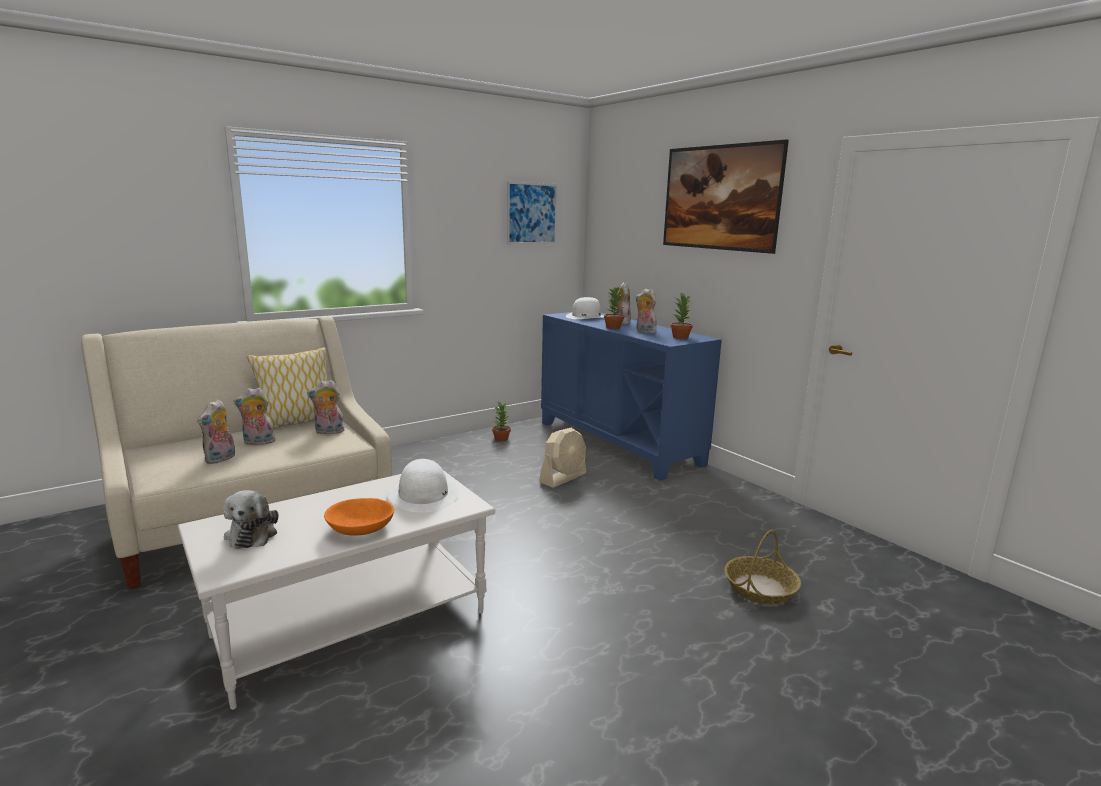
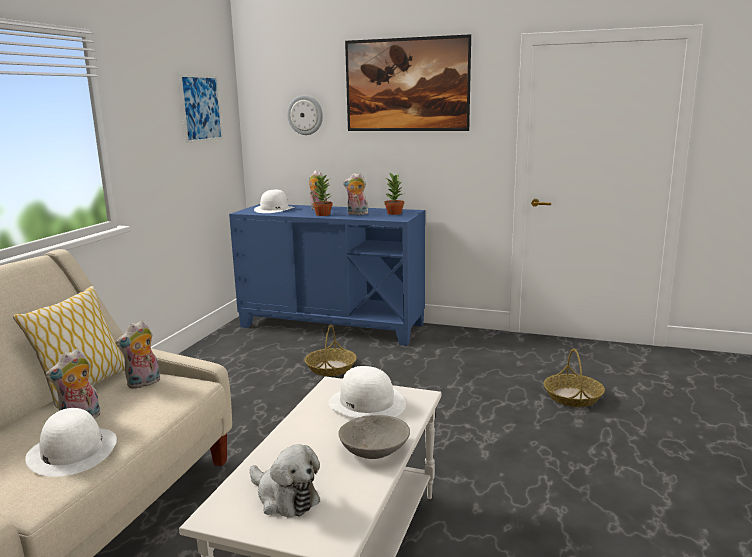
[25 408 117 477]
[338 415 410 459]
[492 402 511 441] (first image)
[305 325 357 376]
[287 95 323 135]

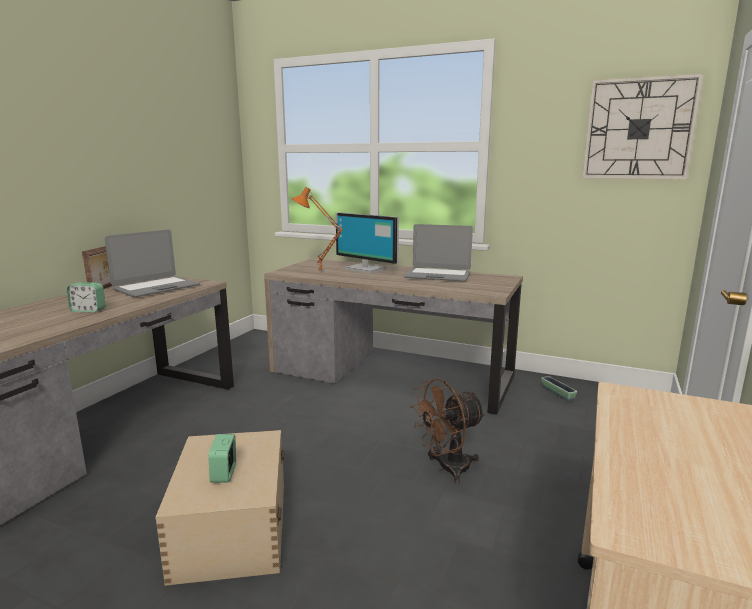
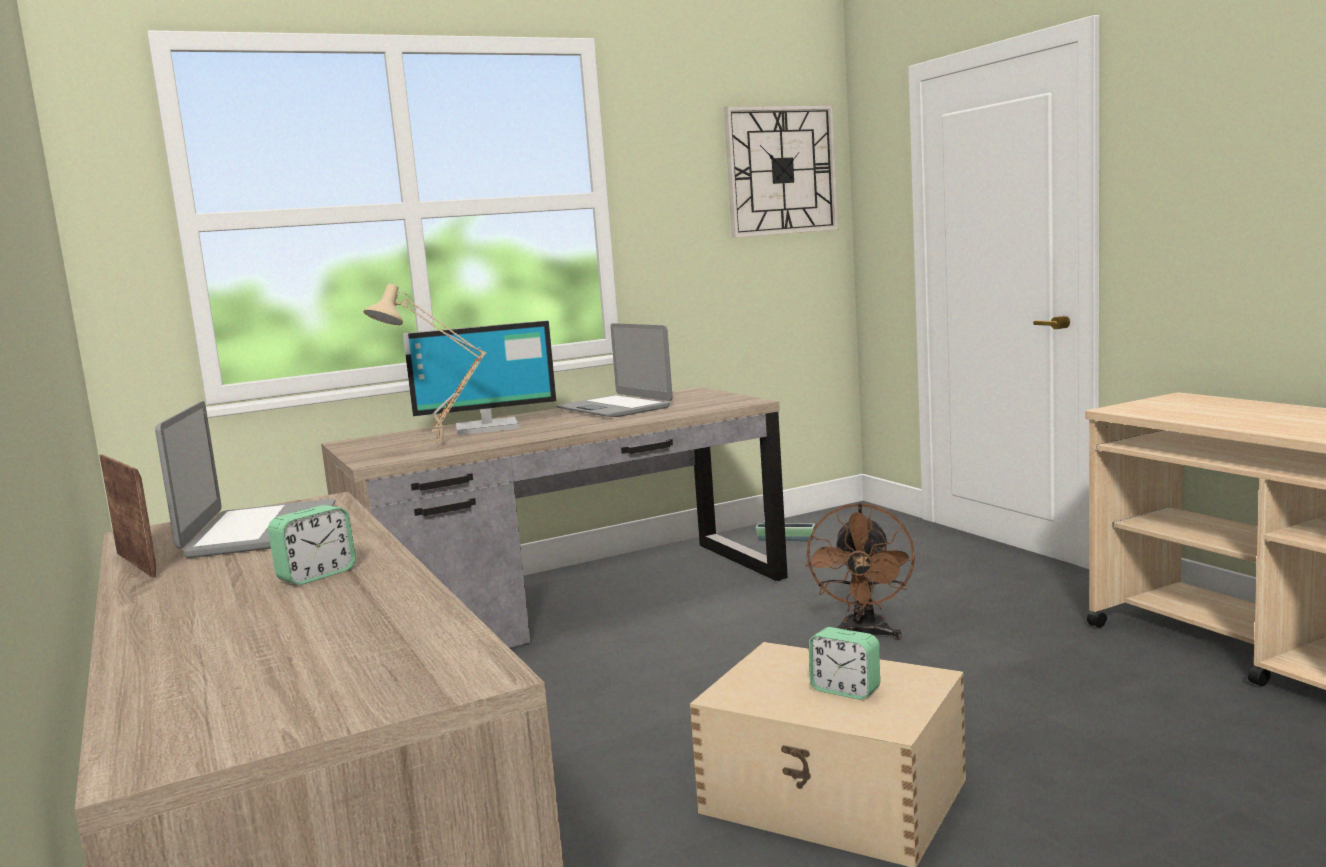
[363 284 486 447]
[556 323 673 417]

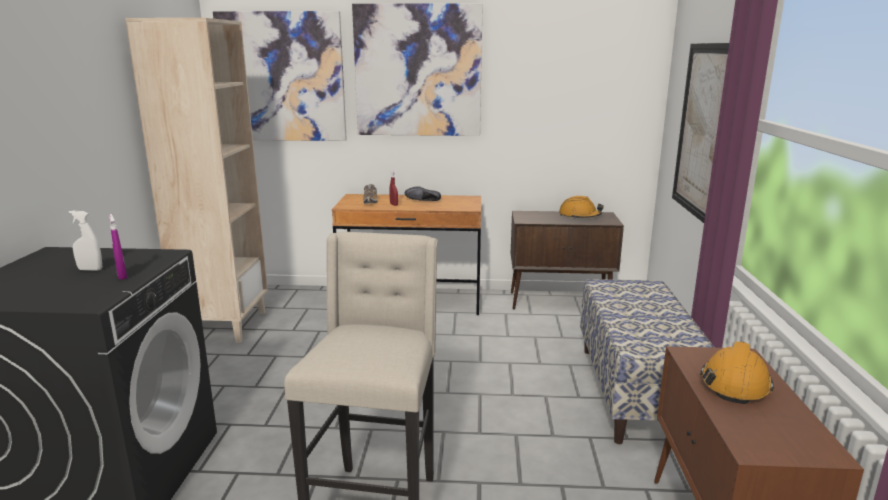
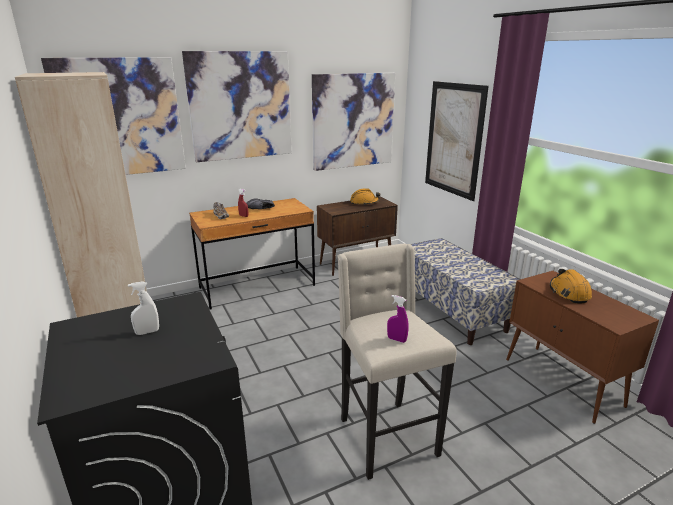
[387 295 409 343]
[312 73 395 171]

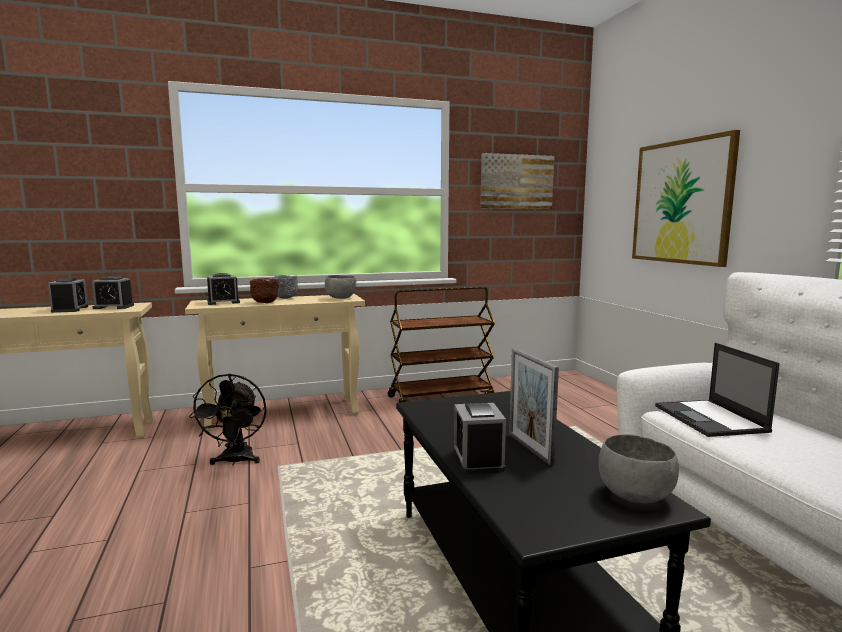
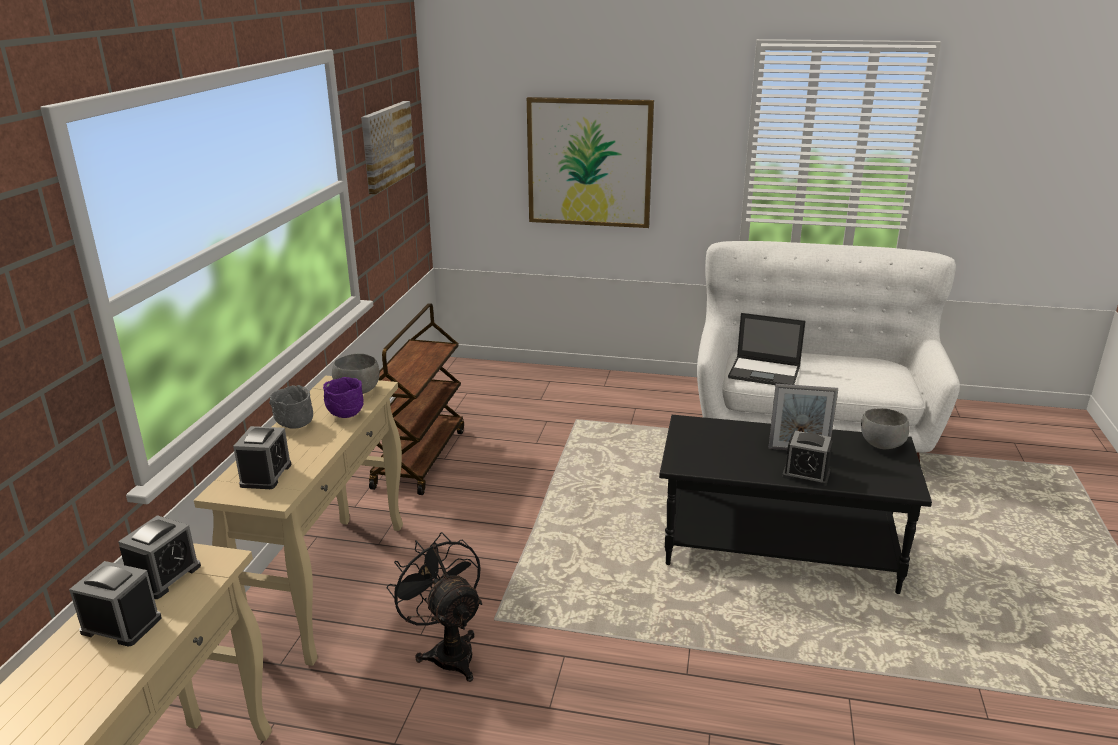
[387 532 482 682]
[250 278 279 303] (first image)
[323 377 364 418]

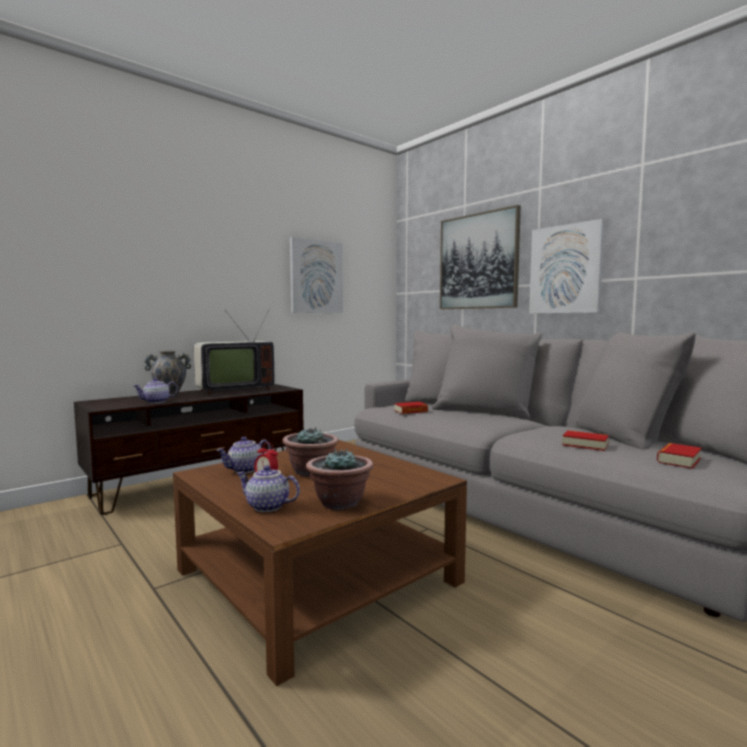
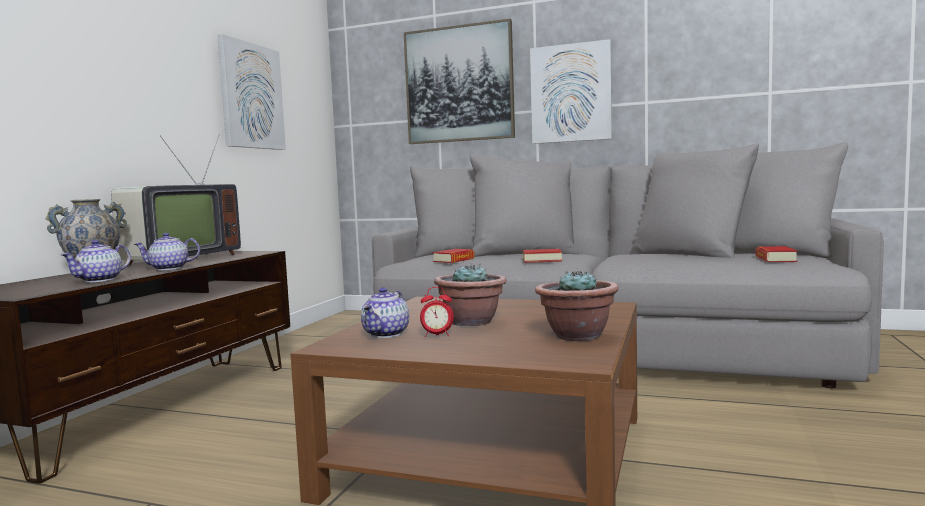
[134 233 200 270]
[523 249 562 263]

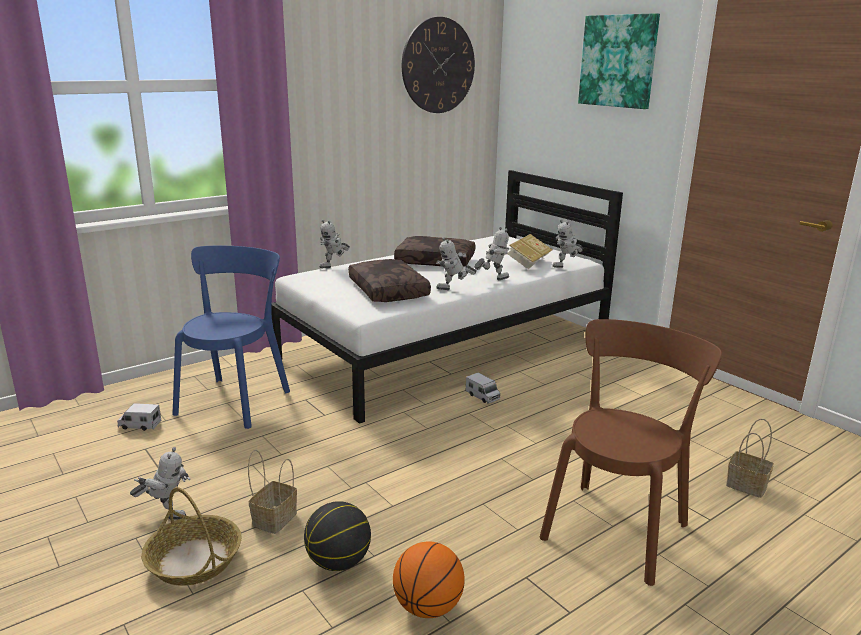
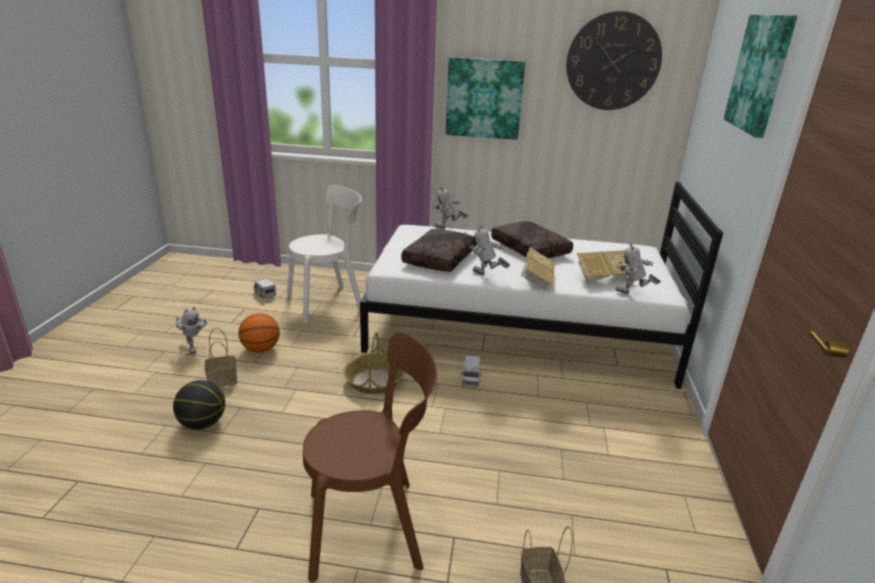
[343 332 405 394]
[287 185 362 323]
[238 313 280 352]
[521 247 555 291]
[445 57 525 140]

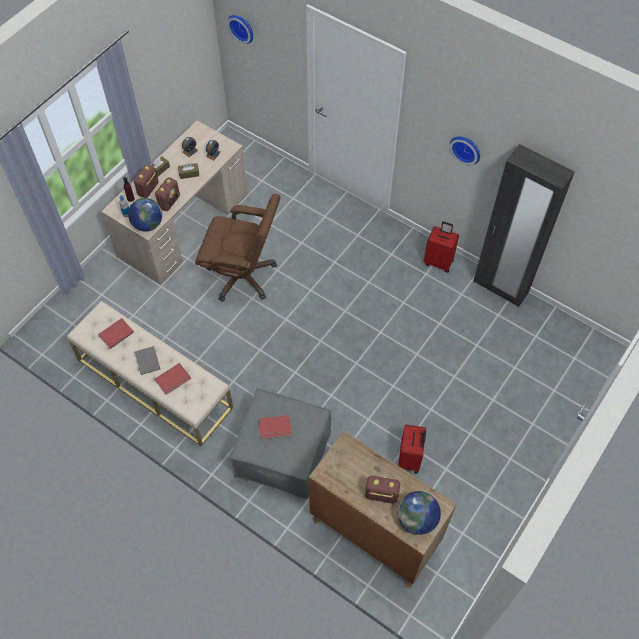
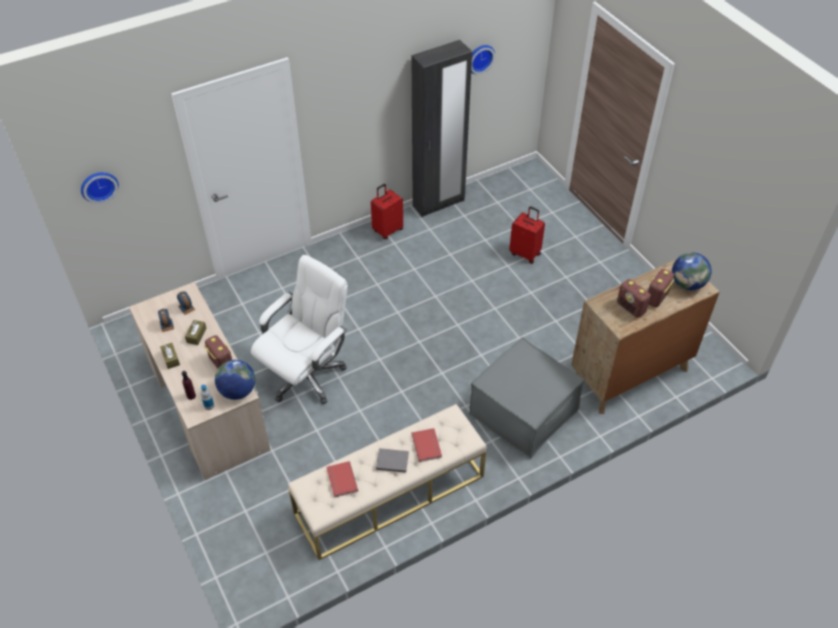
[617 279 651 318]
[251 255 348 404]
[259 415 292 439] (first image)
[509 206 545 264]
[471 45 495 74]

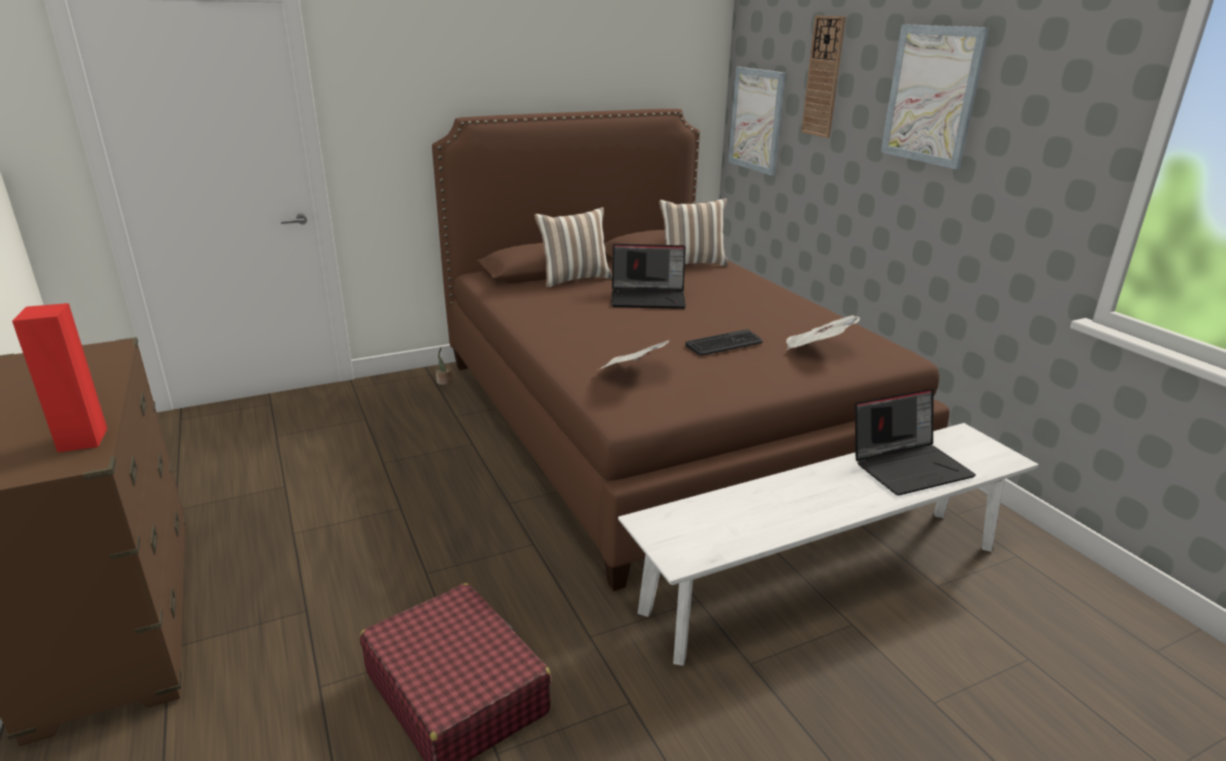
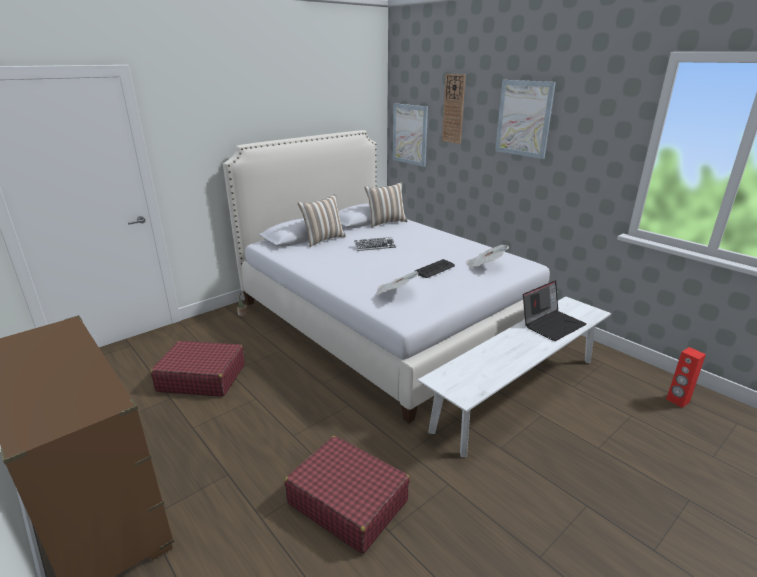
[666 347 706 408]
[223 130 550 423]
[354 237 396 251]
[150 341 245 397]

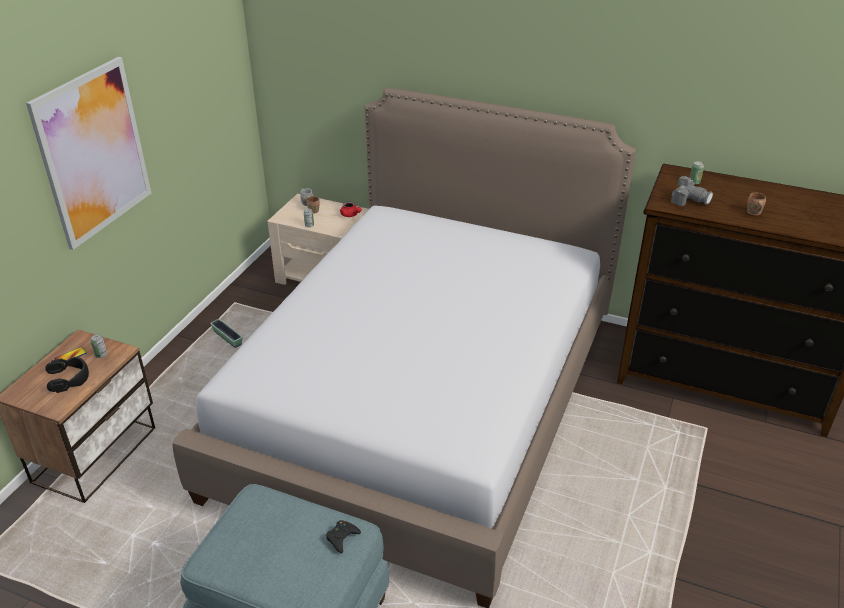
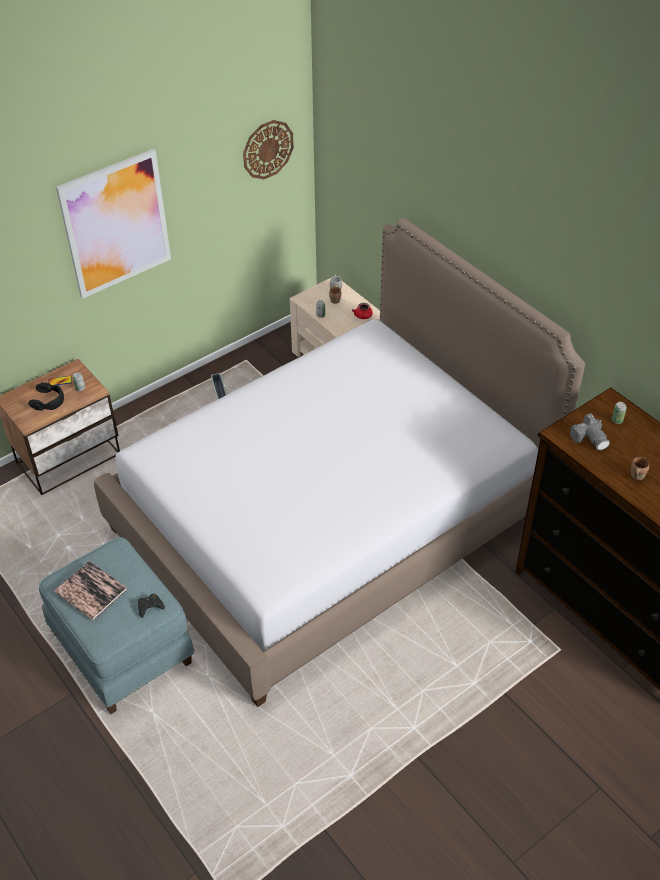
[54 561 127 620]
[243 120 294 179]

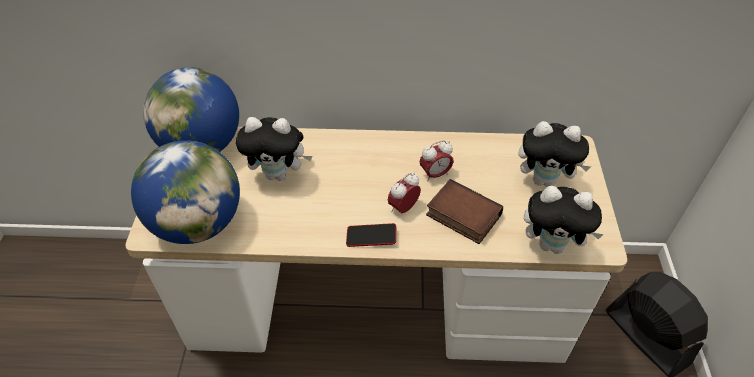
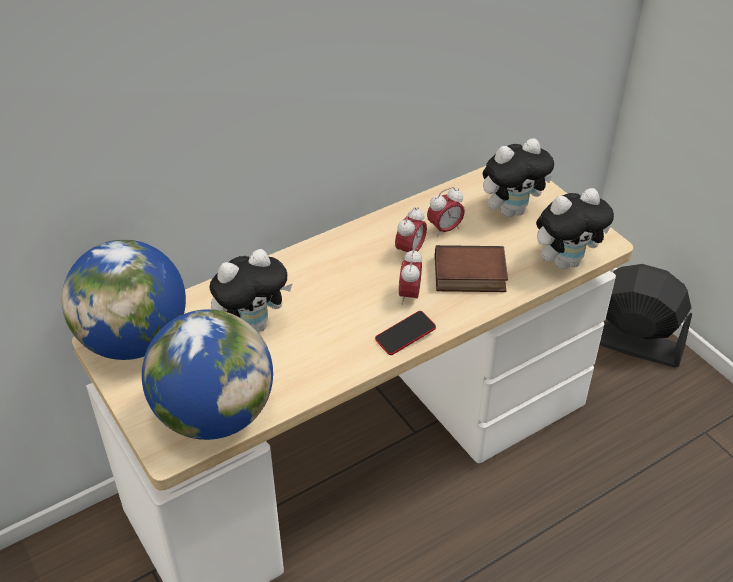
[427 187 465 237]

